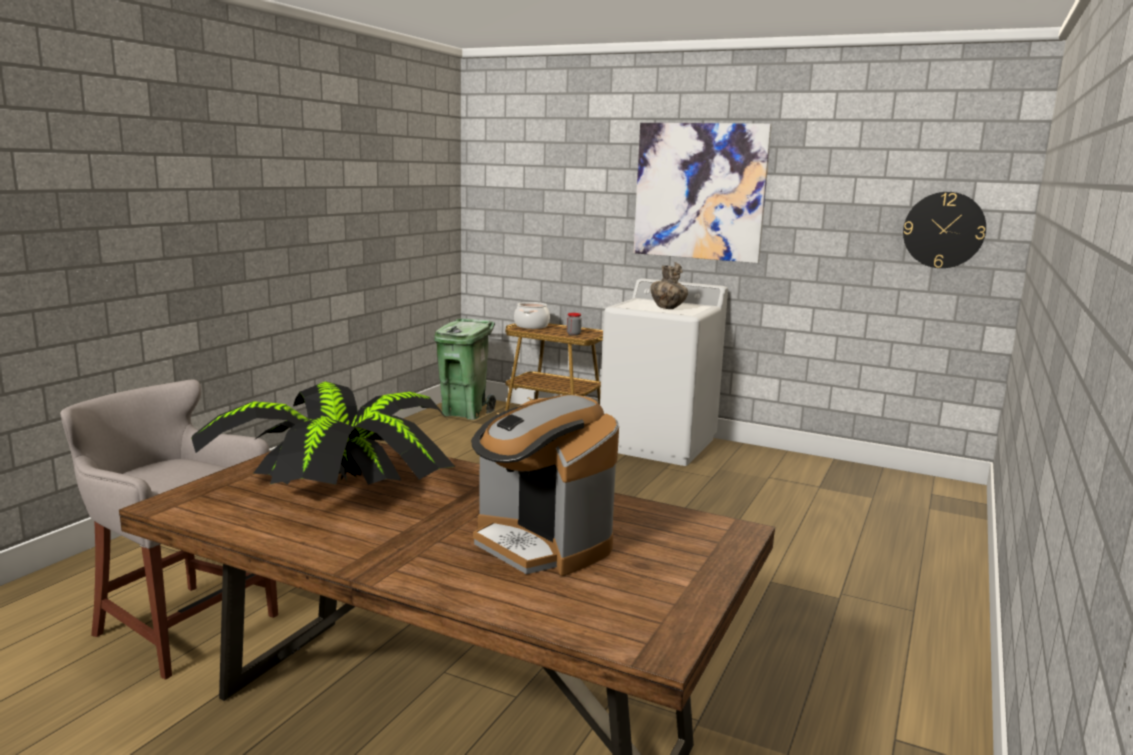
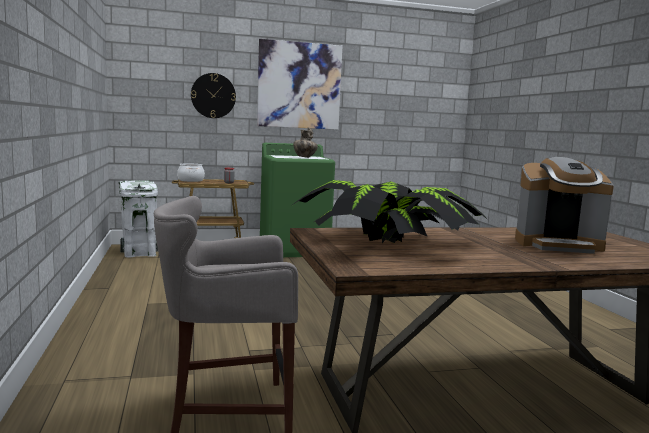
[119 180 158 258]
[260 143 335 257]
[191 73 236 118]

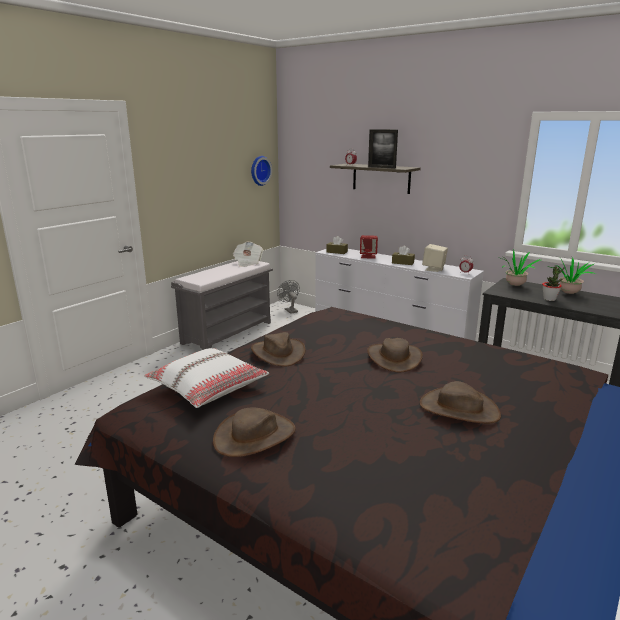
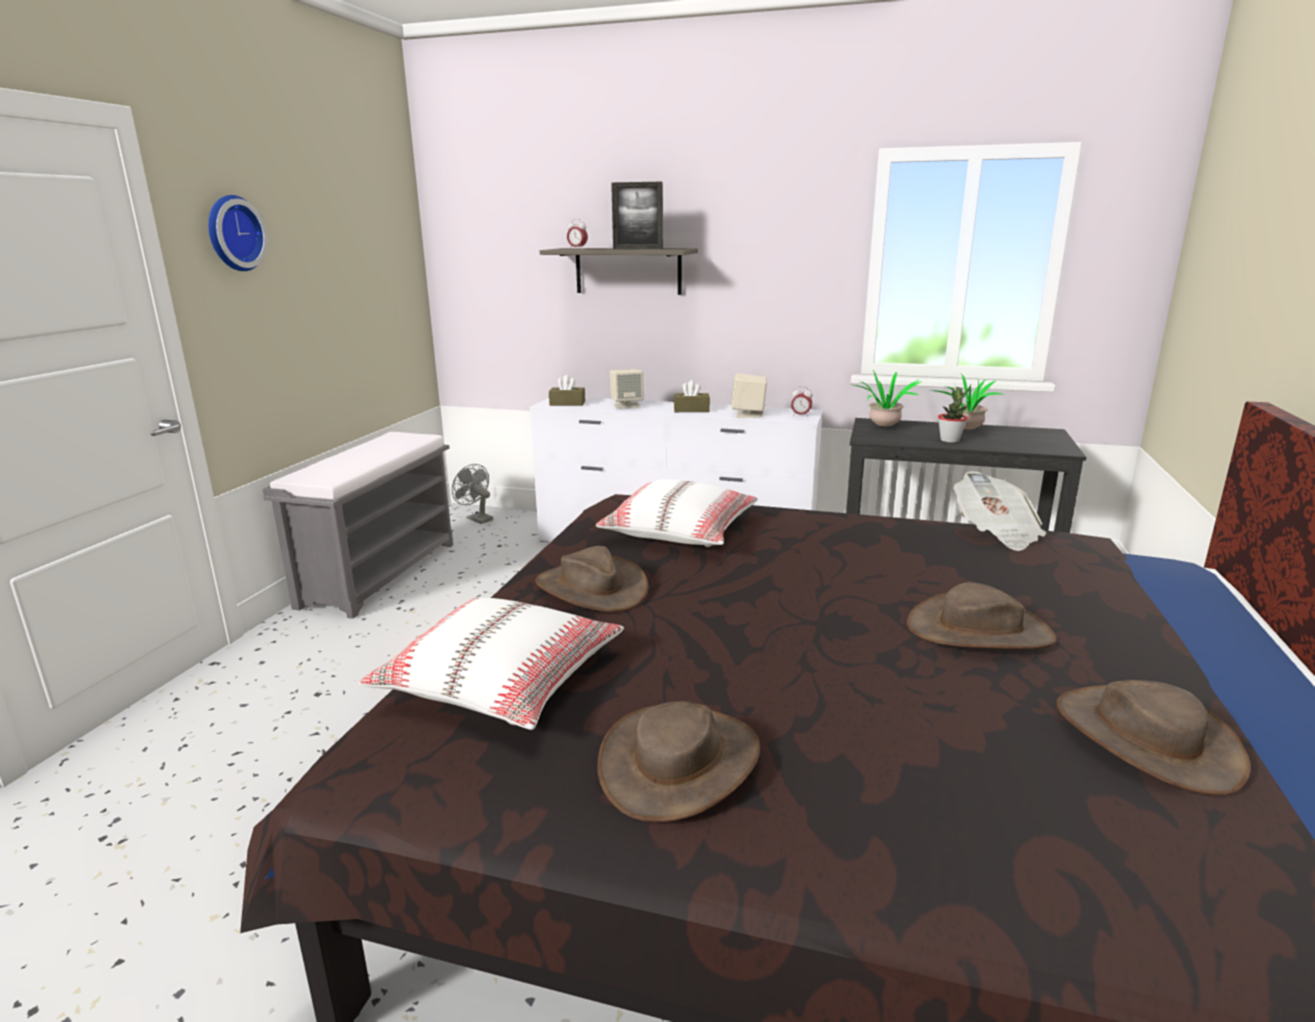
[953 471 1046 551]
[208 195 268 271]
[610 369 644 409]
[1056 680 1251 795]
[596 479 758 547]

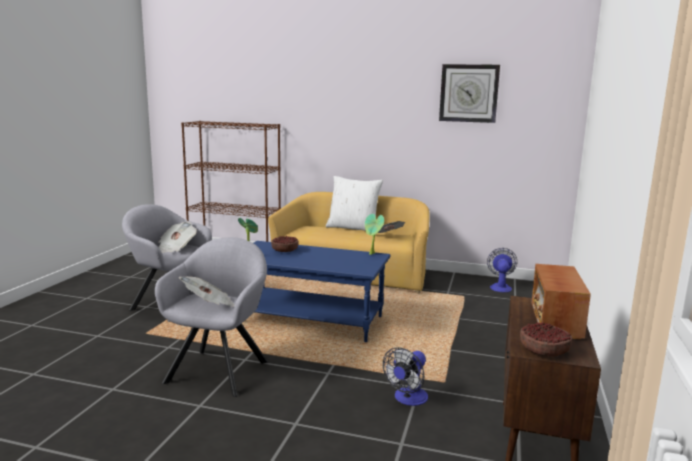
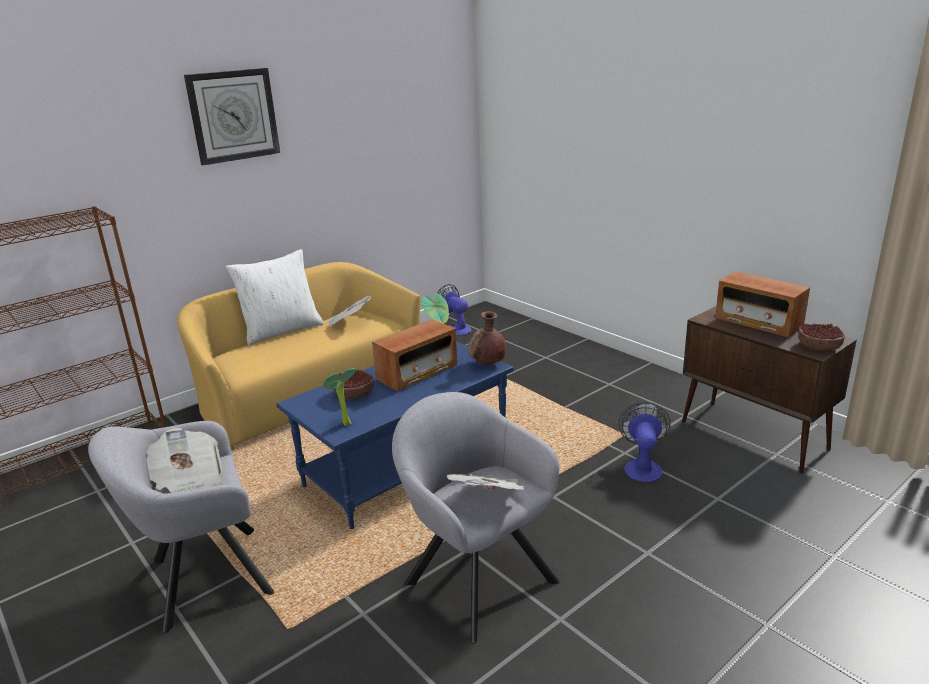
[619 402 671 482]
[184 68 280 165]
[372 319 457 391]
[468 311 506 365]

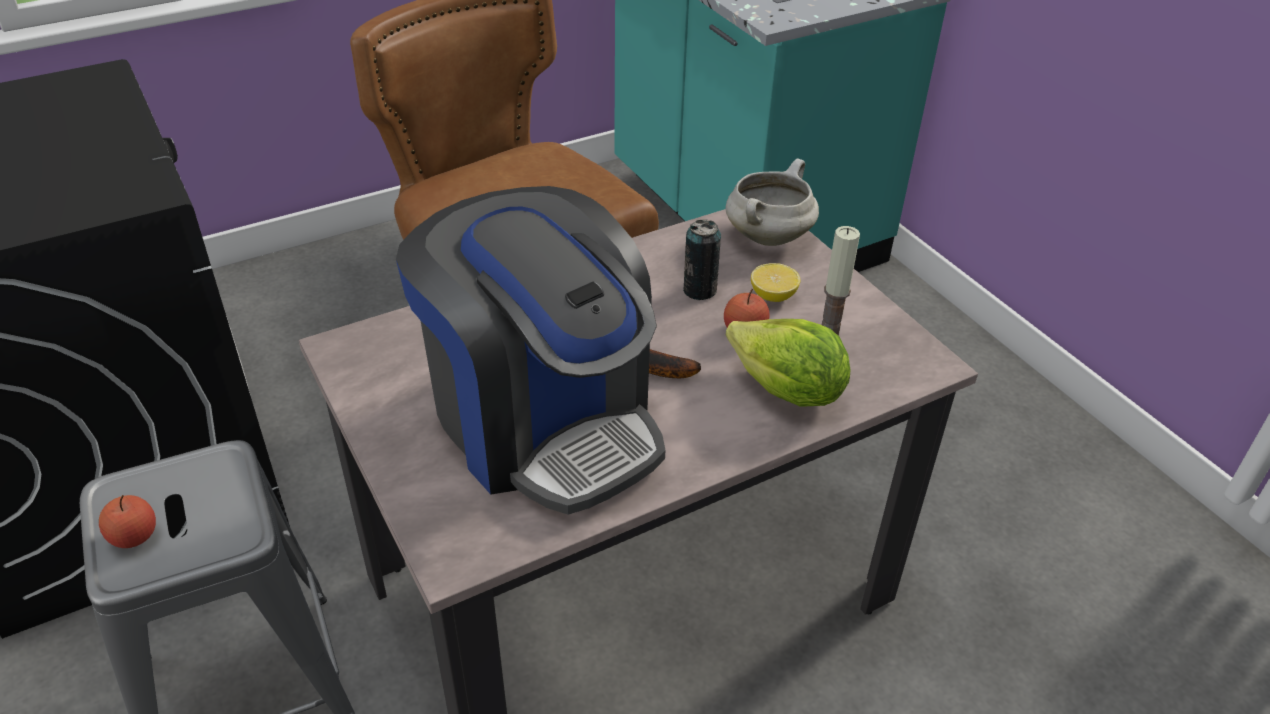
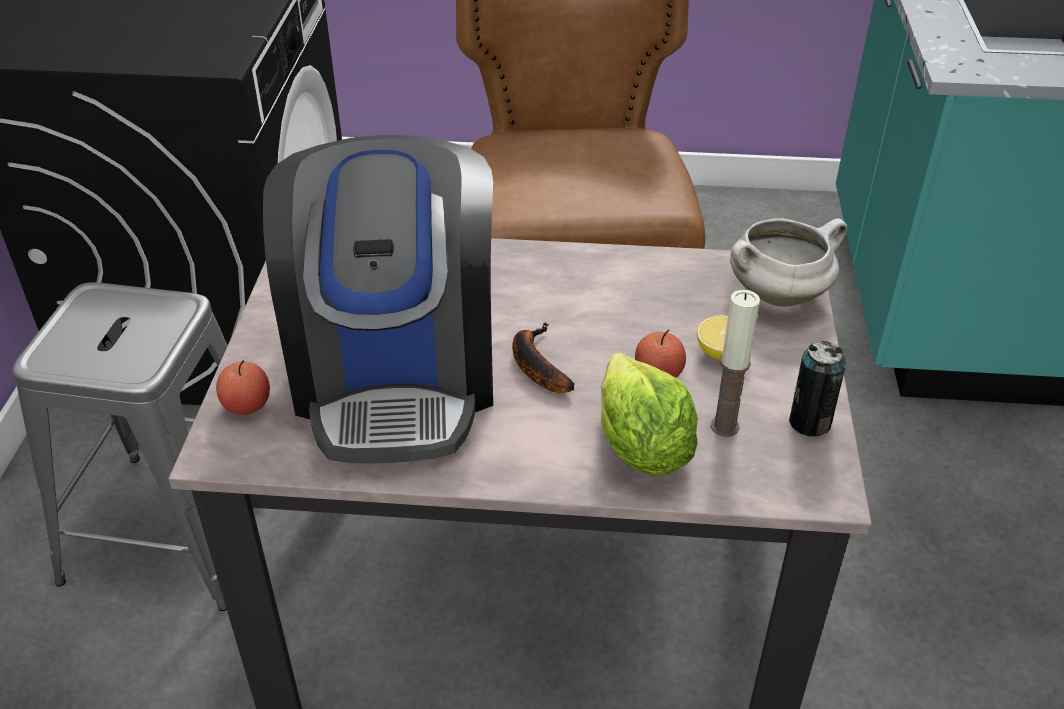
[216 361 270 415]
[789 341 846 437]

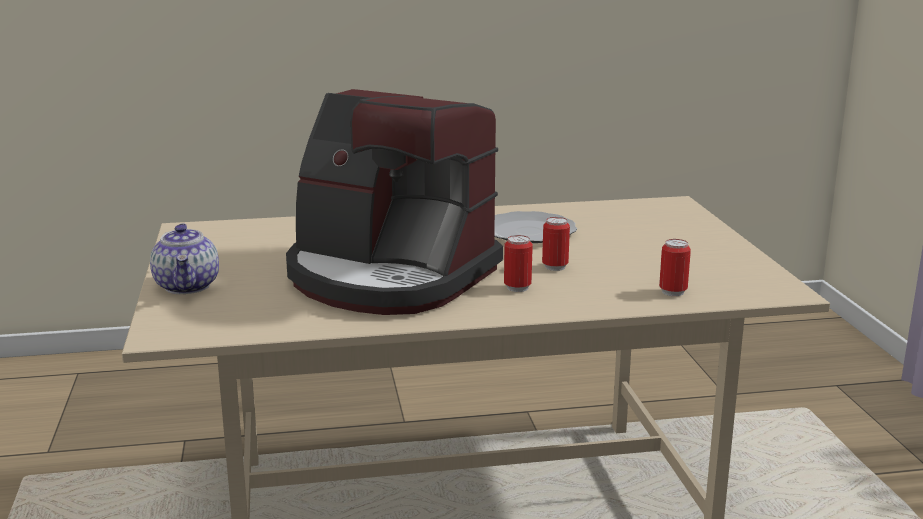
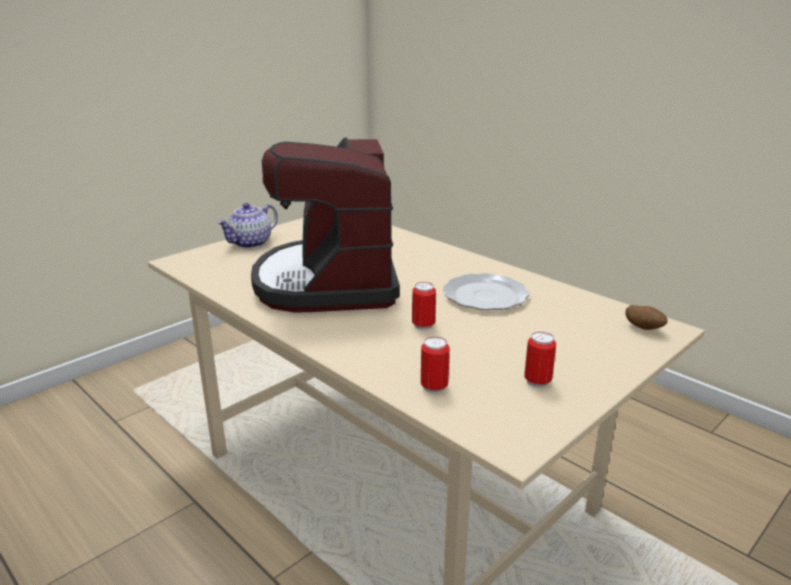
[524 332 556 388]
[625 305 668 330]

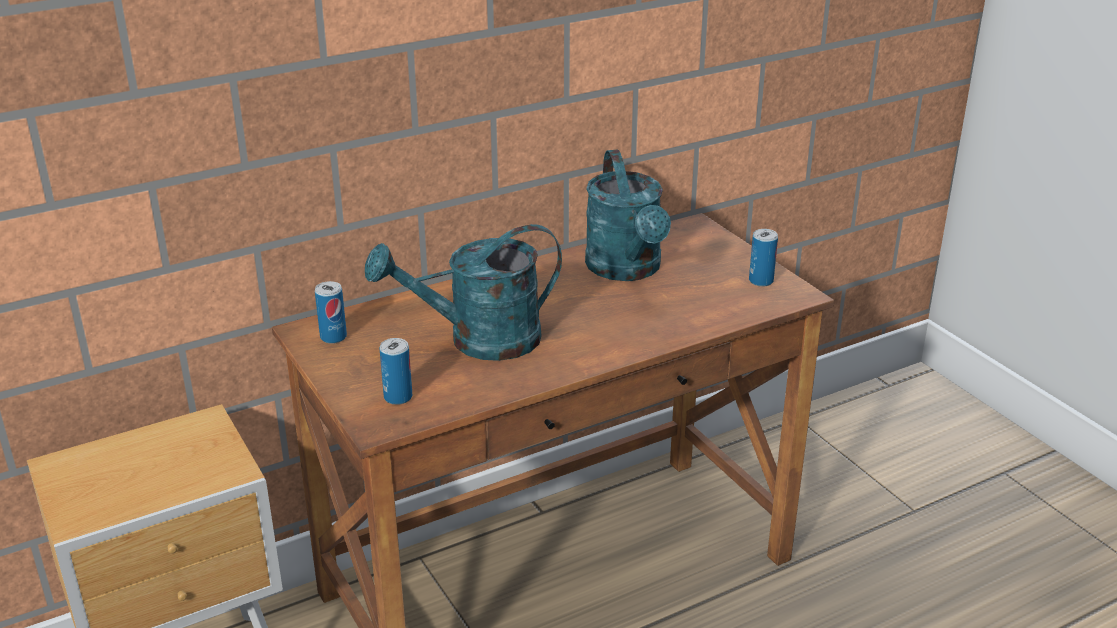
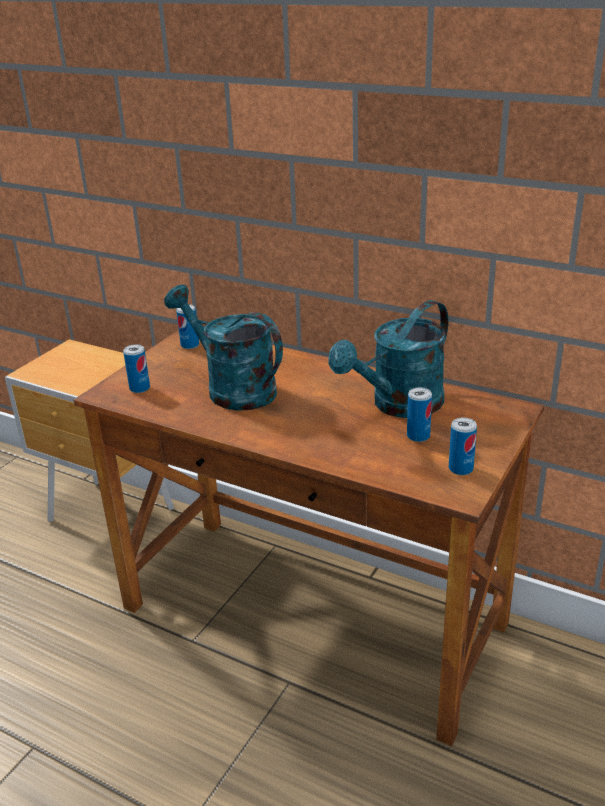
[407 388 432 442]

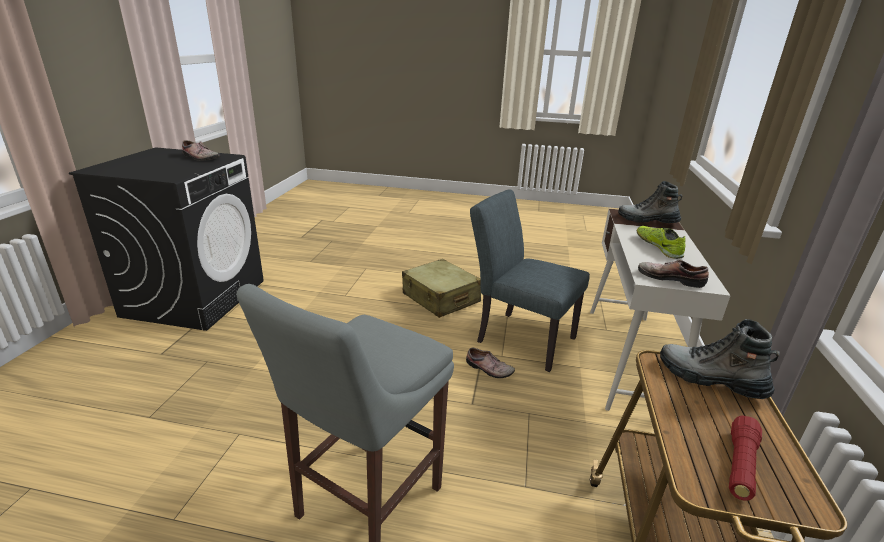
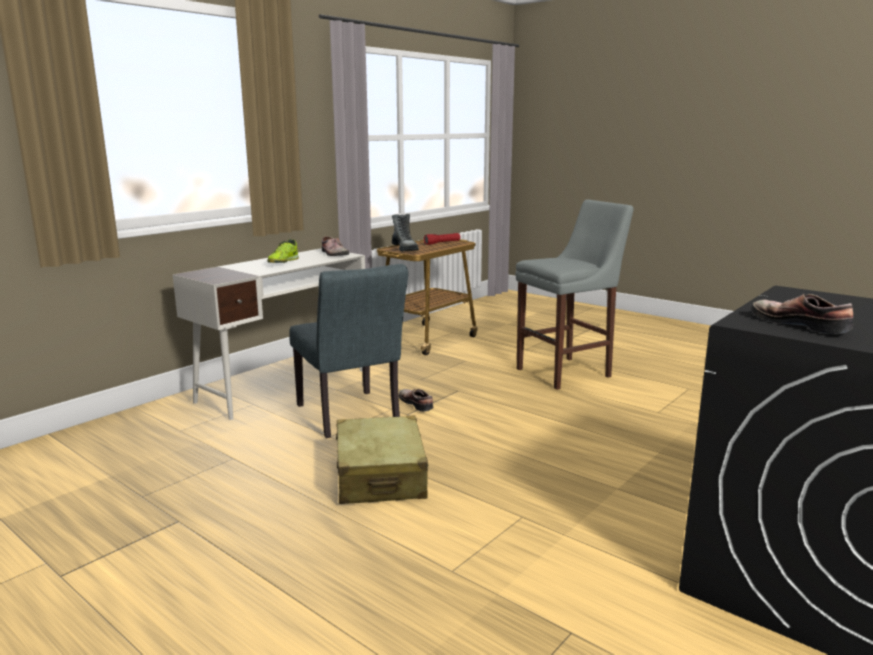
[618 181 682 223] (first image)

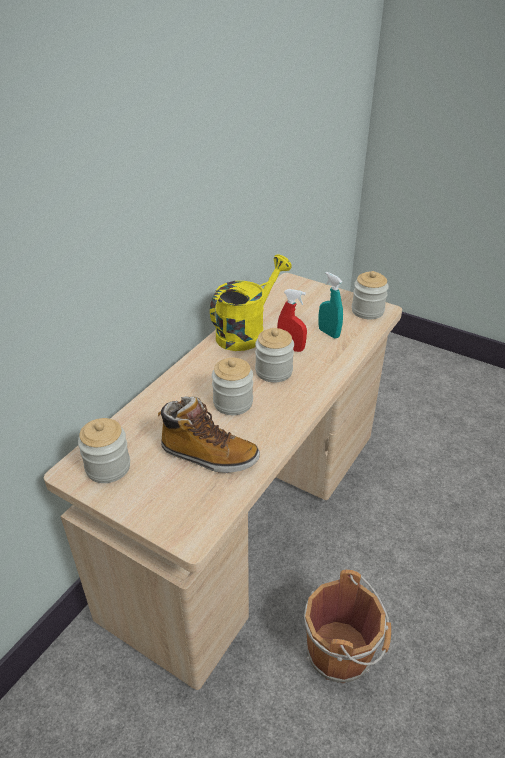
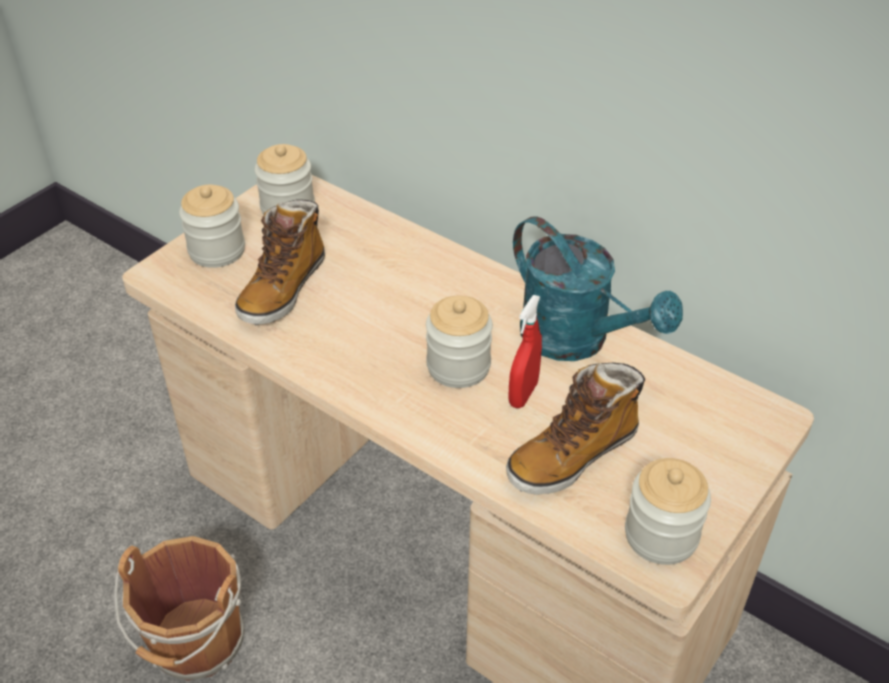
[513 216 683 361]
[179 185 245 268]
[506 363 645 495]

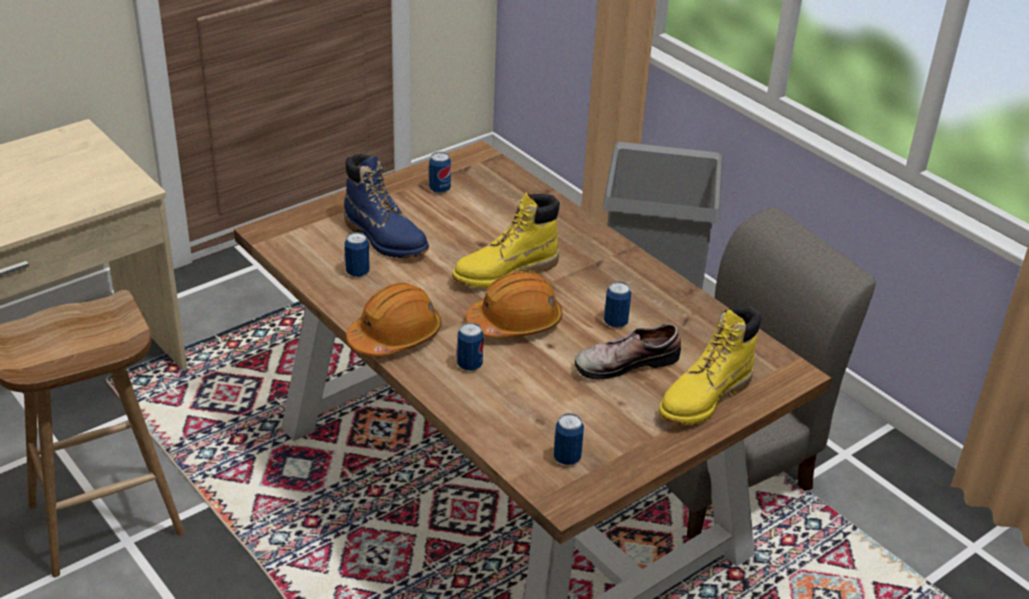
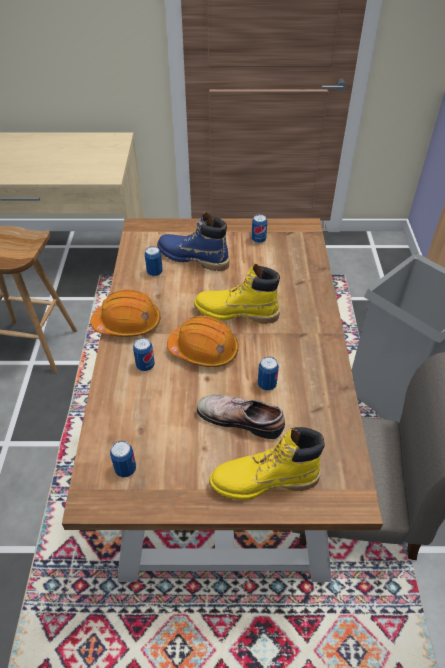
[157 212 230 271]

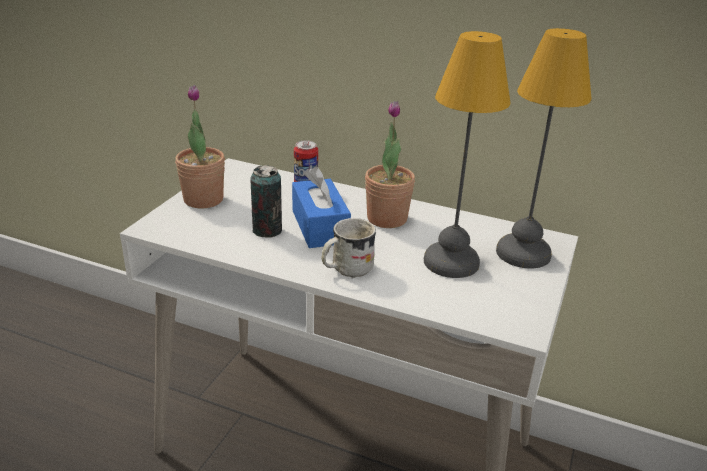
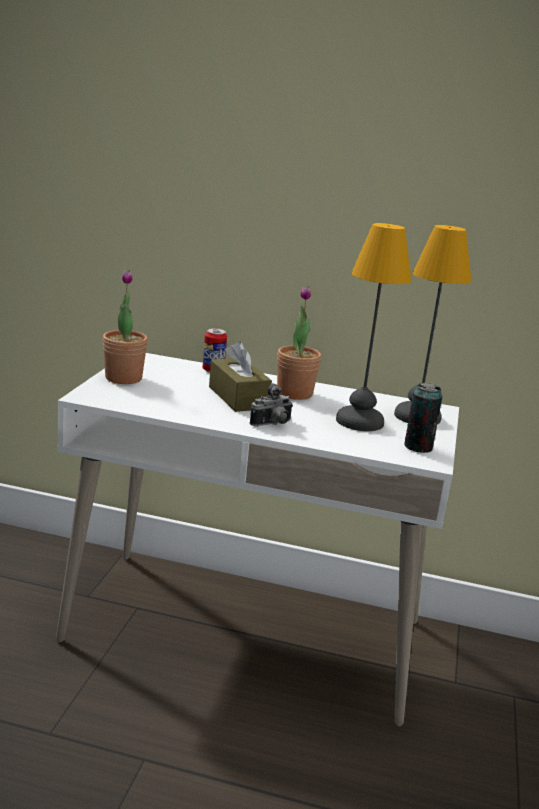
[404 383 442 453]
[209 341 272 412]
[250 383 293 427]

